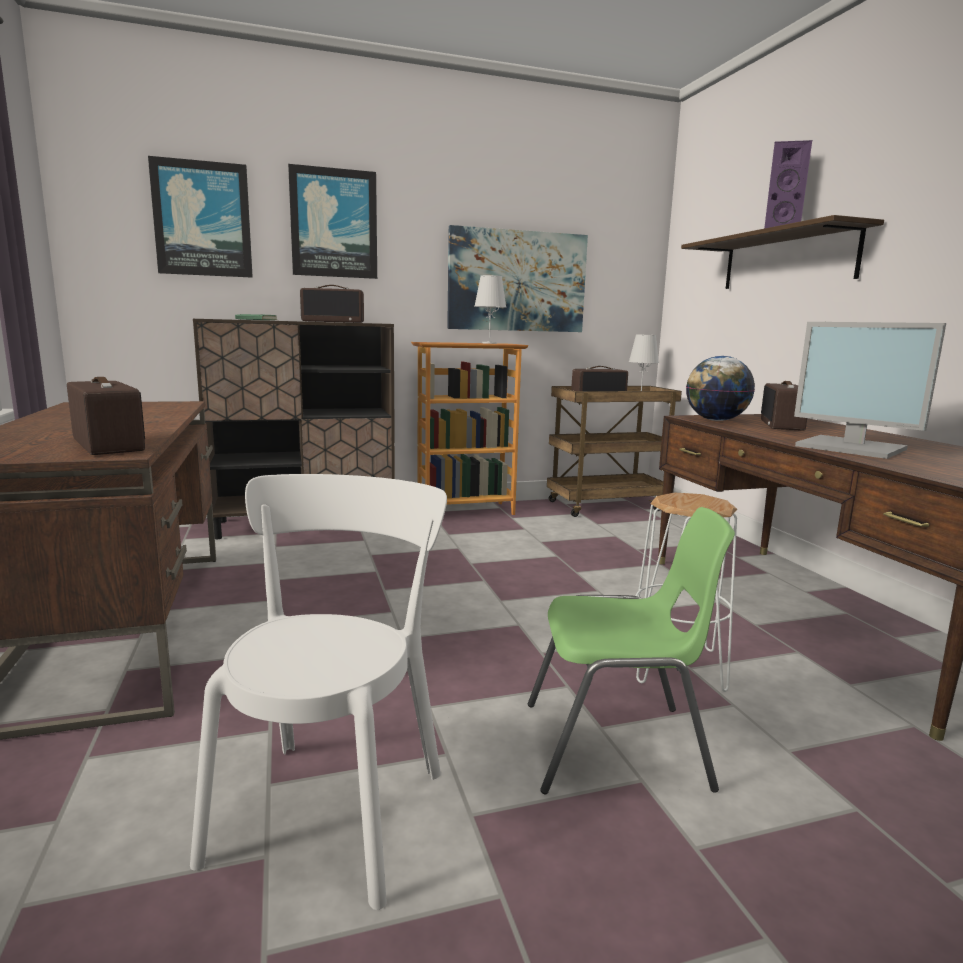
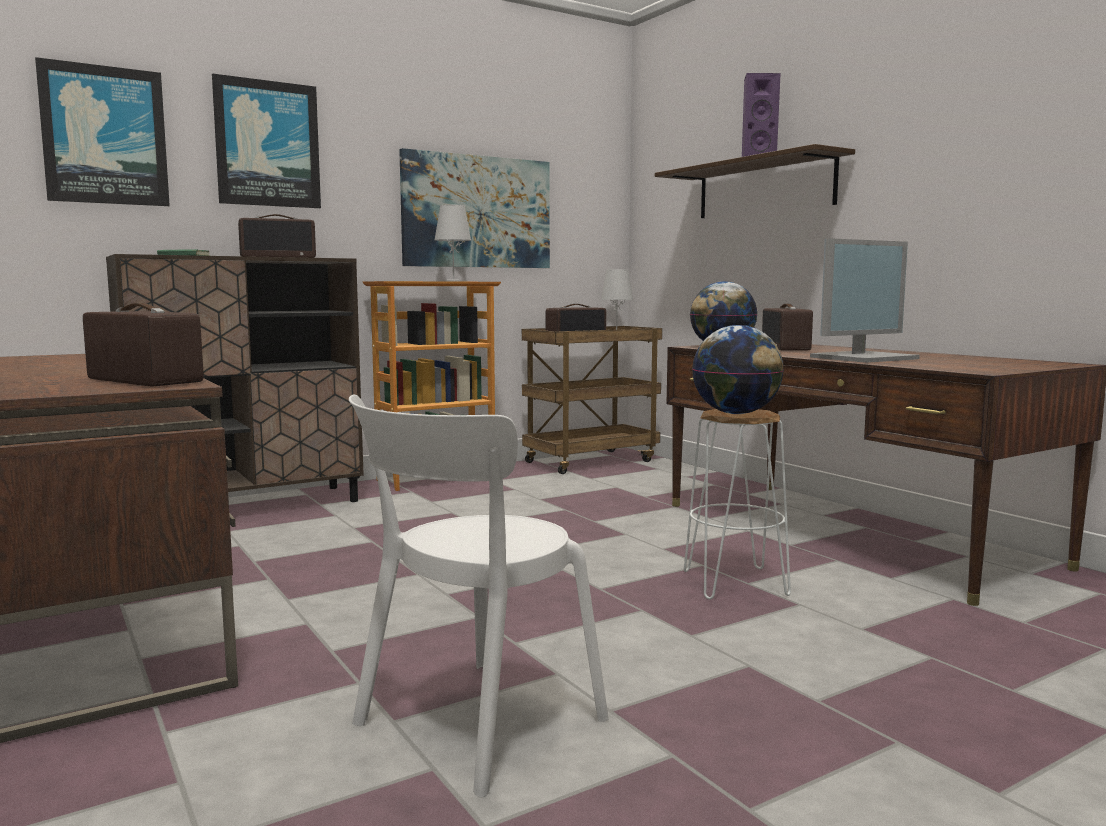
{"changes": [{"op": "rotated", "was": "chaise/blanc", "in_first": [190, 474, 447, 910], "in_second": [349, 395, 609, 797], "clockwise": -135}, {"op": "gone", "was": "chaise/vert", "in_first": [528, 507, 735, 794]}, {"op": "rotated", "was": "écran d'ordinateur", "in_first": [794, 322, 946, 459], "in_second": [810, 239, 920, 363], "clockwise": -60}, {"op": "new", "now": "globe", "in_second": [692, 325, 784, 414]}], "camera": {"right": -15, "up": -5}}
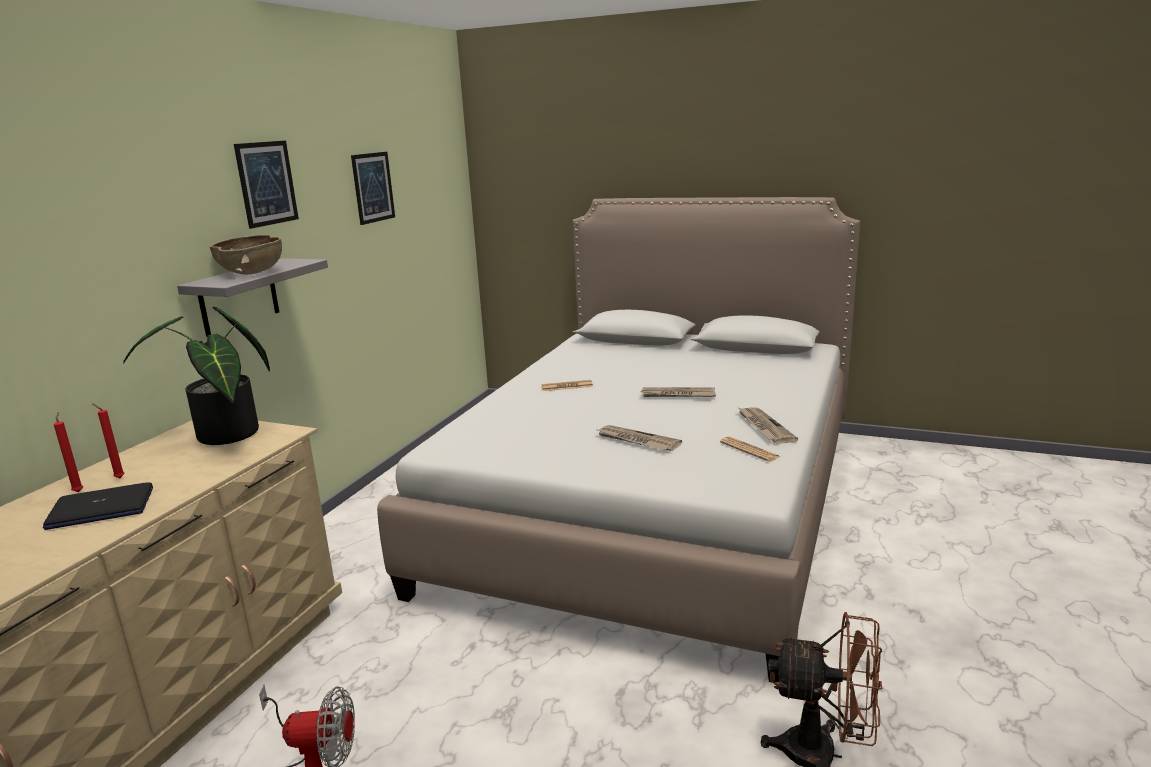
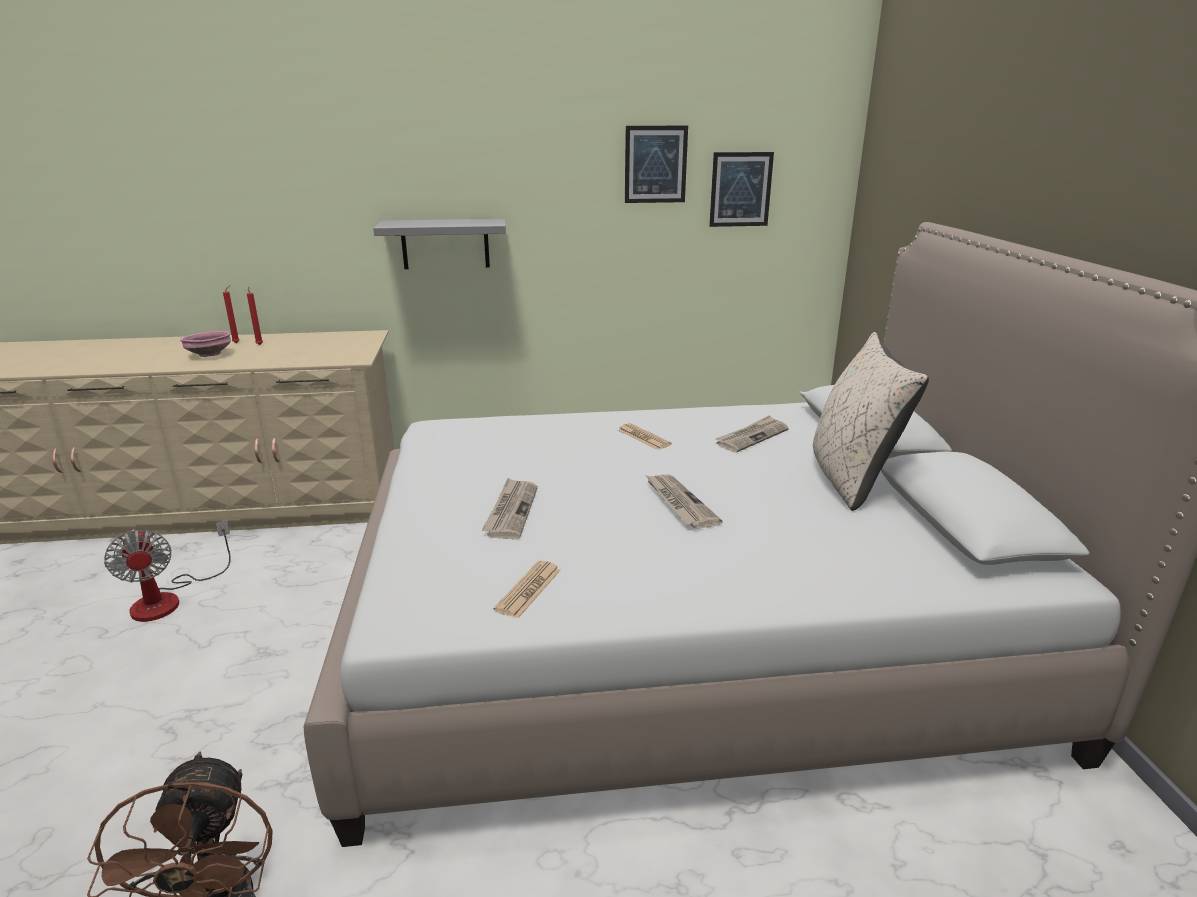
{"changes": [{"op": "swapped", "was": "ordinateur portable", "now": "bol/rose", "in_first": [43, 482, 153, 530], "in_second": [180, 331, 231, 357]}, {"op": "gone", "was": "plante en pot", "in_first": [123, 307, 270, 445]}, {"op": "gone", "was": "bol/marron", "in_first": [210, 235, 282, 275]}, {"op": "shifted", "was": "tableau", "in_first": [234, 140, 299, 229], "in_second": [709, 152, 774, 227]}, {"op": "shifted", "was": "journal", "in_first": [739, 408, 798, 444], "in_second": [715, 415, 789, 452]}, {"op": "new", "now": "coussin/beige", "in_second": [813, 332, 929, 511]}], "camera": {"right": 60, "up": 5}}
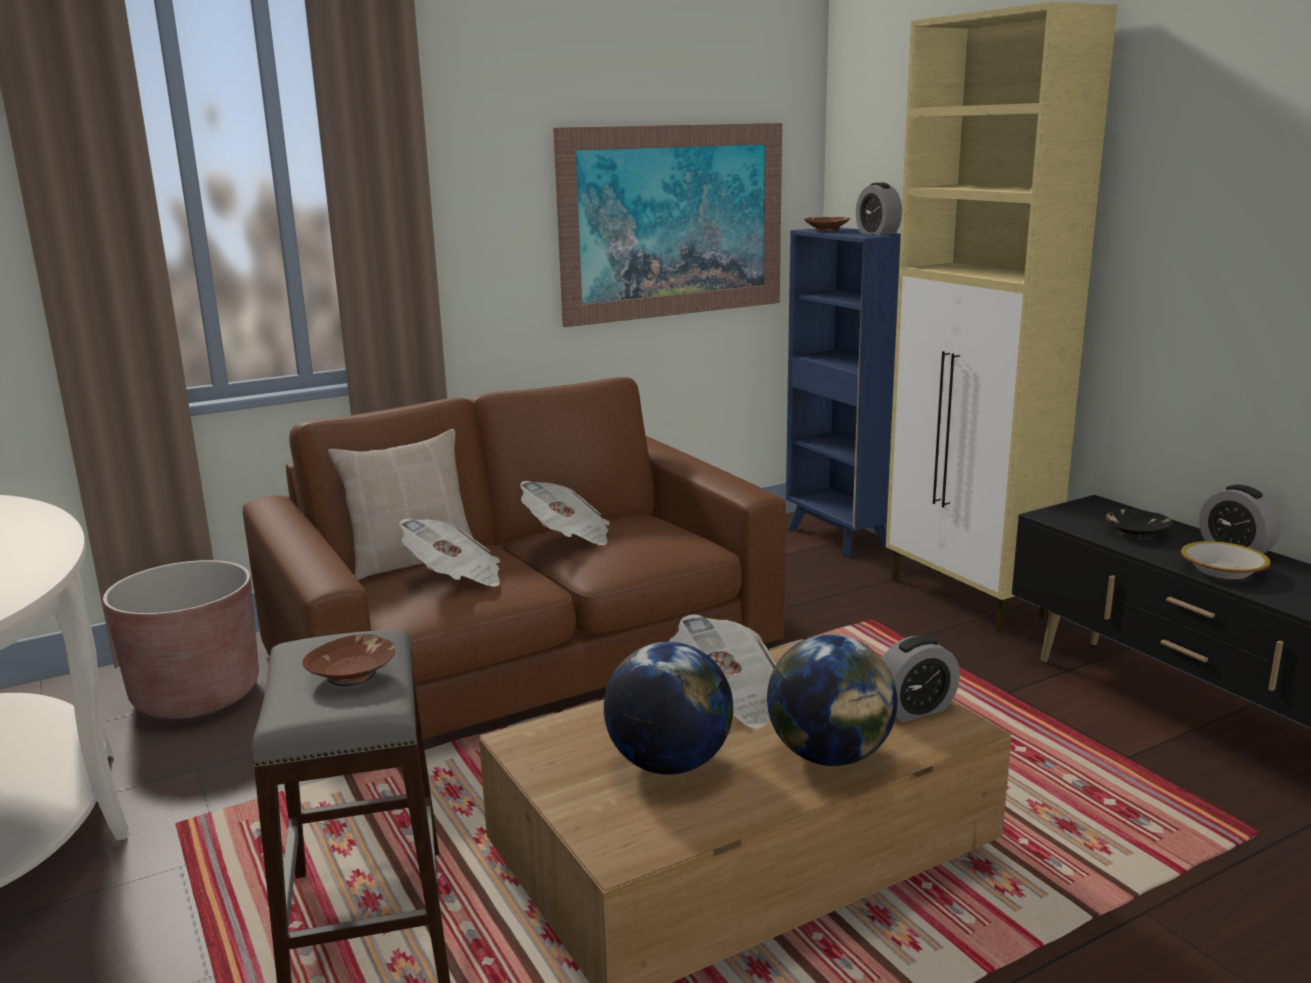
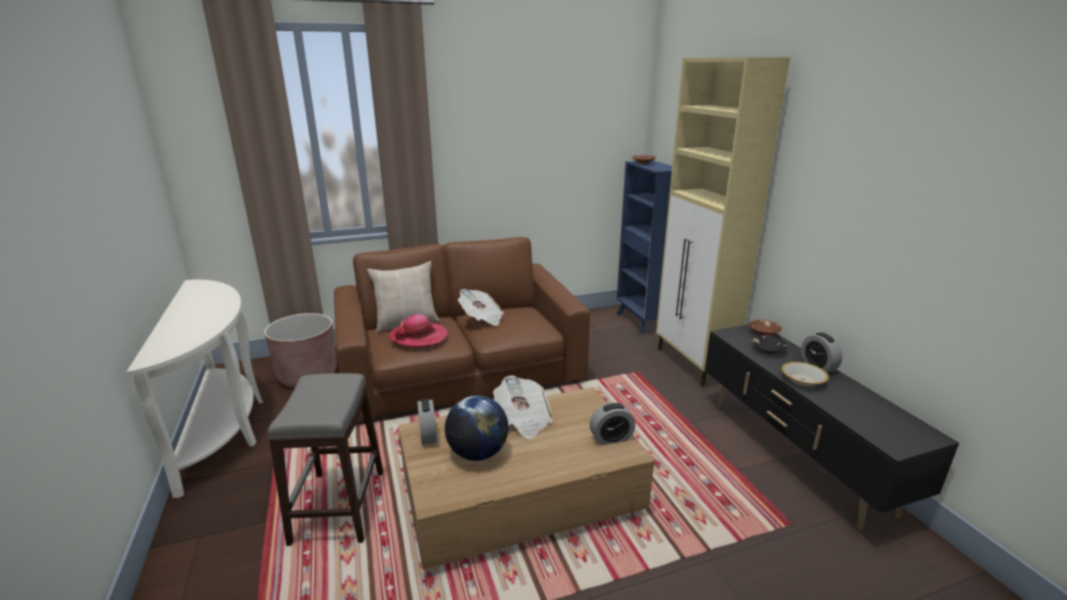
{"changes": [{"op": "shifted", "was": "bol/marron", "in_first": [303, 634, 395, 686], "in_second": [748, 320, 782, 336]}, {"op": "swapped", "was": "journal", "now": "chapeau", "in_first": [400, 519, 500, 587], "in_second": [389, 314, 448, 348]}, {"op": "gone", "was": "tableau", "in_first": [553, 123, 782, 327]}, {"op": "gone", "was": "globe", "in_first": [767, 634, 897, 766]}, {"op": "shifted", "was": "réveil", "in_first": [856, 182, 902, 235], "in_second": [417, 399, 437, 445]}], "camera": {"right": 10, "up": 5}}
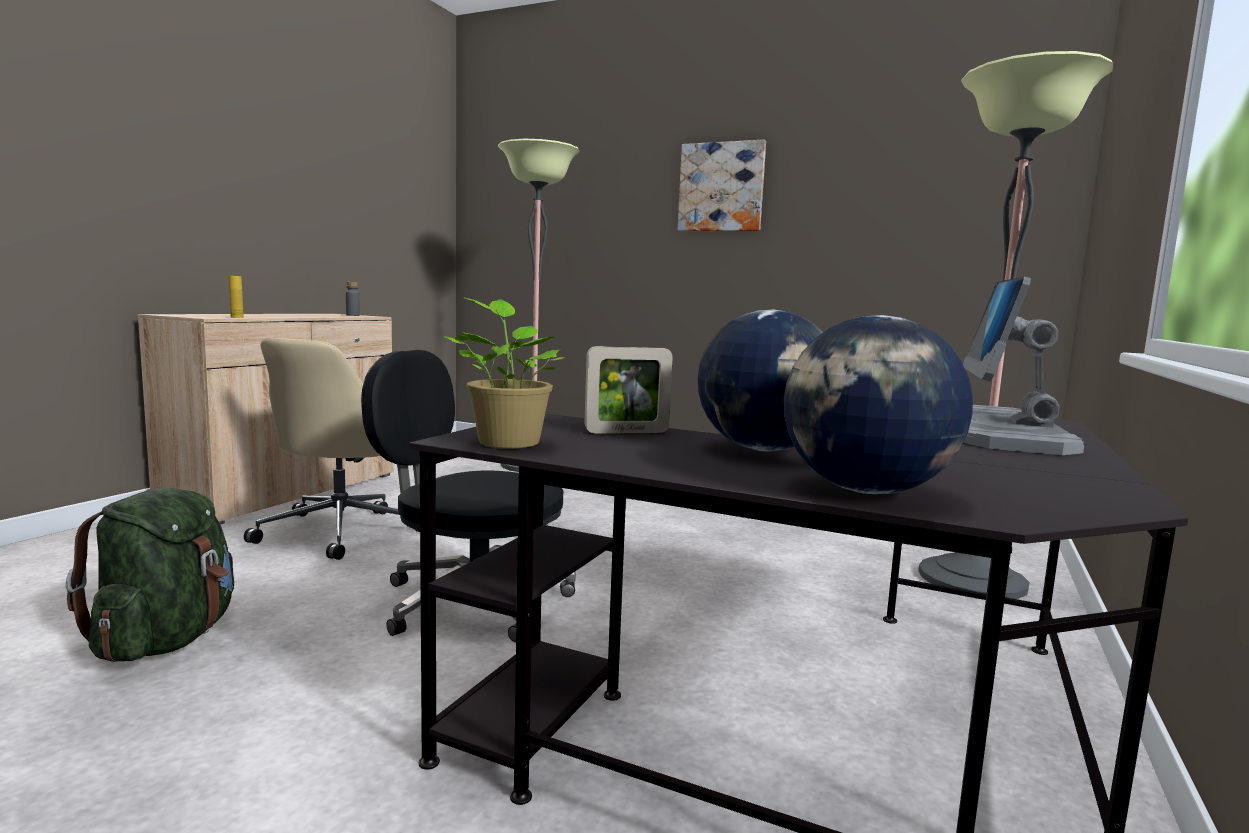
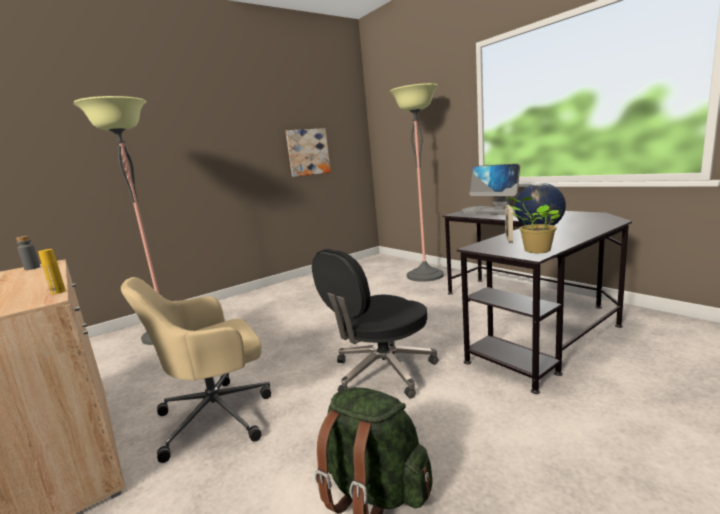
{"changes": [{"op": "rotated", "was": "chaise de bureau/beige", "in_first": [244, 338, 420, 560], "in_second": [121, 277, 271, 463], "clockwise": 105}, {"op": "shifted", "was": "tableau", "in_first": [678, 140, 766, 231], "in_second": [286, 128, 331, 177]}, {"op": "gone", "was": "globe", "in_first": [784, 315, 973, 494]}], "camera": {"right": -60, "up": 5}}
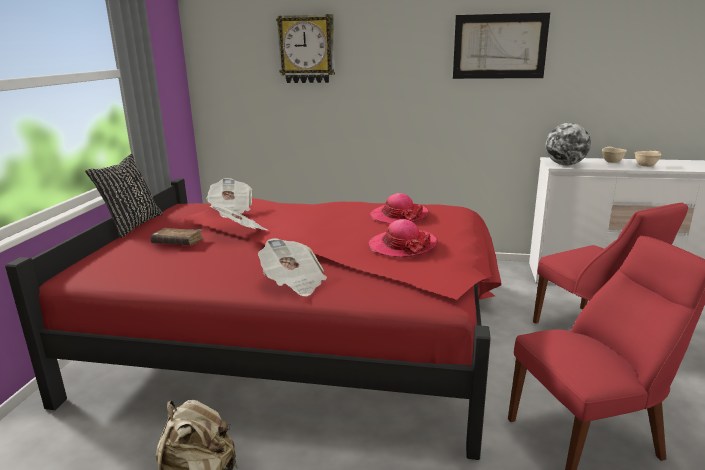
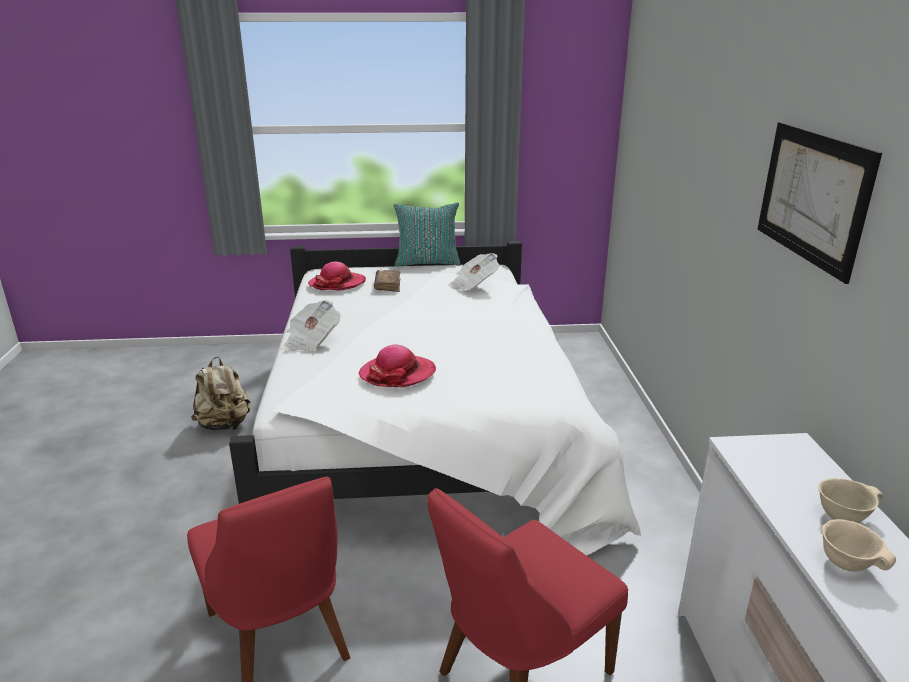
{"changes": [{"op": "repainted", "was": "lit/rouge", "now": "lit/blanc", "in_first": [5, 178, 502, 460], "in_second": [229, 241, 641, 556]}, {"op": "repainted", "was": "coussin/noir", "now": "coussin/turquoise", "in_first": [85, 154, 163, 238], "in_second": [394, 203, 461, 267]}, {"op": "gone", "was": "journal", "in_first": [210, 206, 268, 230]}, {"op": "gone", "was": "horloge murale", "in_first": [276, 14, 335, 83]}, {"op": "shifted", "was": "chapeau", "in_first": [370, 193, 429, 224], "in_second": [308, 262, 366, 291]}, {"op": "gone", "was": "globe", "in_first": [546, 123, 591, 165]}], "camera": {"right": 75, "up": 5}}
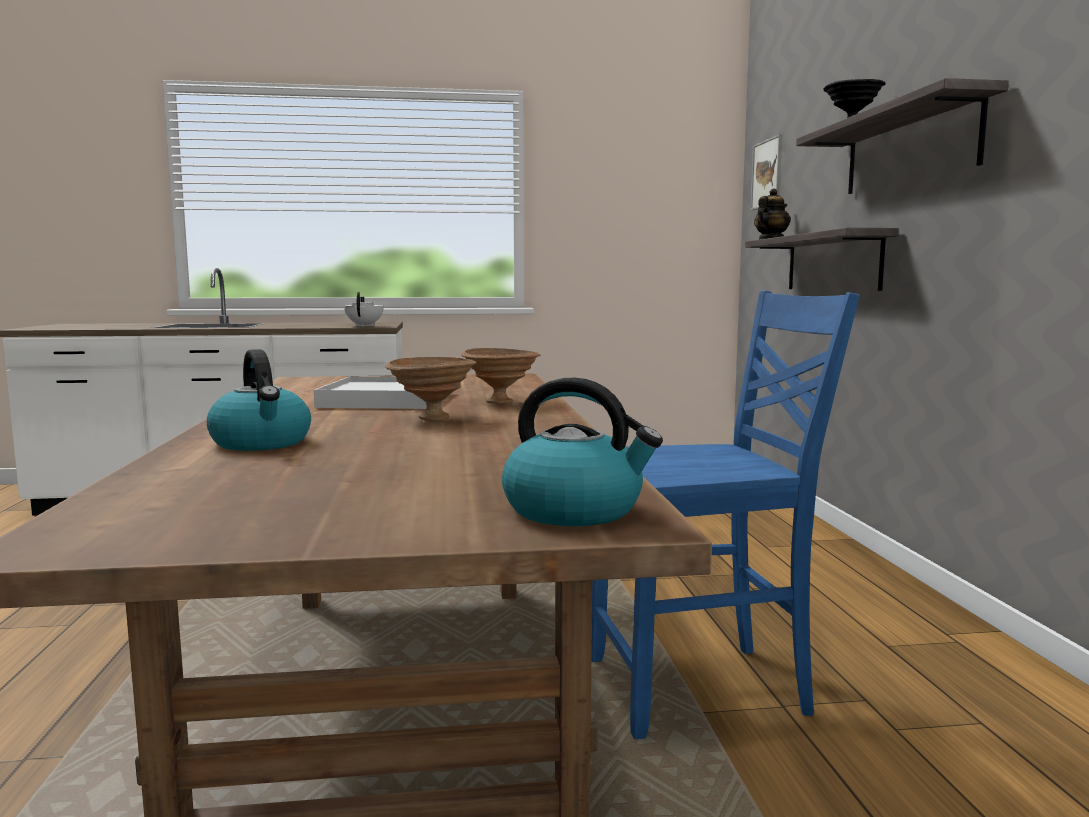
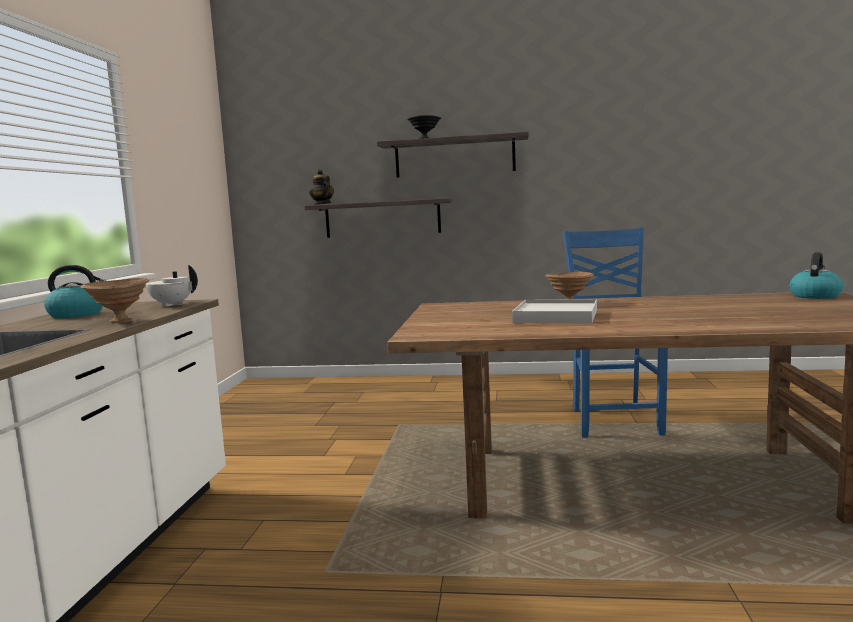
{"changes": [{"op": "shifted", "was": "bouilloire", "in_first": [207, 349, 311, 451], "in_second": [44, 265, 106, 318]}, {"op": "shifted", "was": "bol/marron", "in_first": [385, 357, 477, 420], "in_second": [81, 278, 149, 323]}, {"op": "gone", "was": "tableau", "in_first": [751, 134, 782, 210]}], "camera": {"right": -75, "up": 0}}
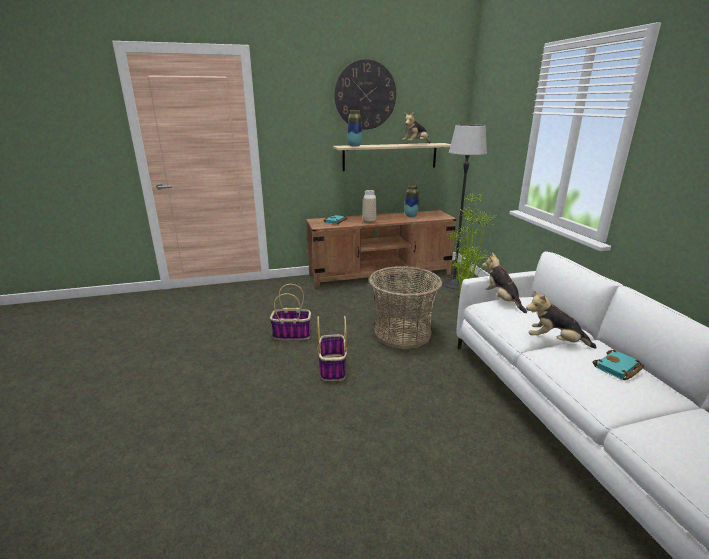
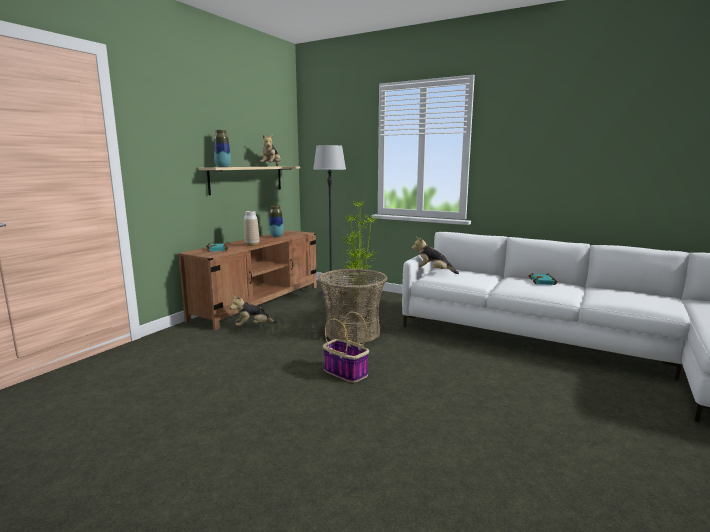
{"changes": [{"op": "gone", "was": "panier", "in_first": [270, 284, 311, 340]}, {"op": "gone", "was": "horloge murale", "in_first": [334, 59, 396, 130]}, {"op": "shifted", "was": "peluche", "in_first": [526, 290, 597, 349], "in_second": [230, 295, 277, 326]}], "camera": {"right": -45, "up": -10}}
